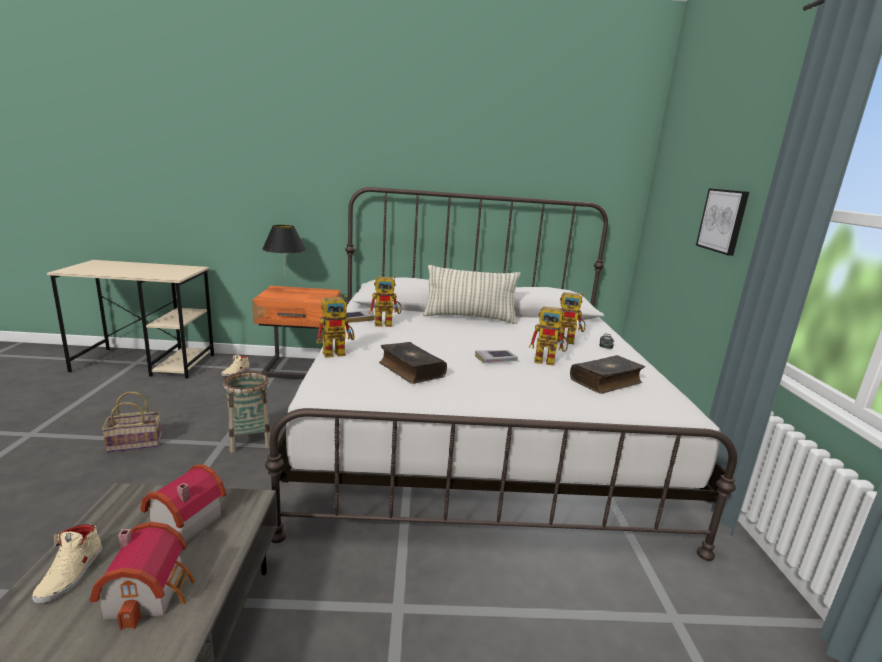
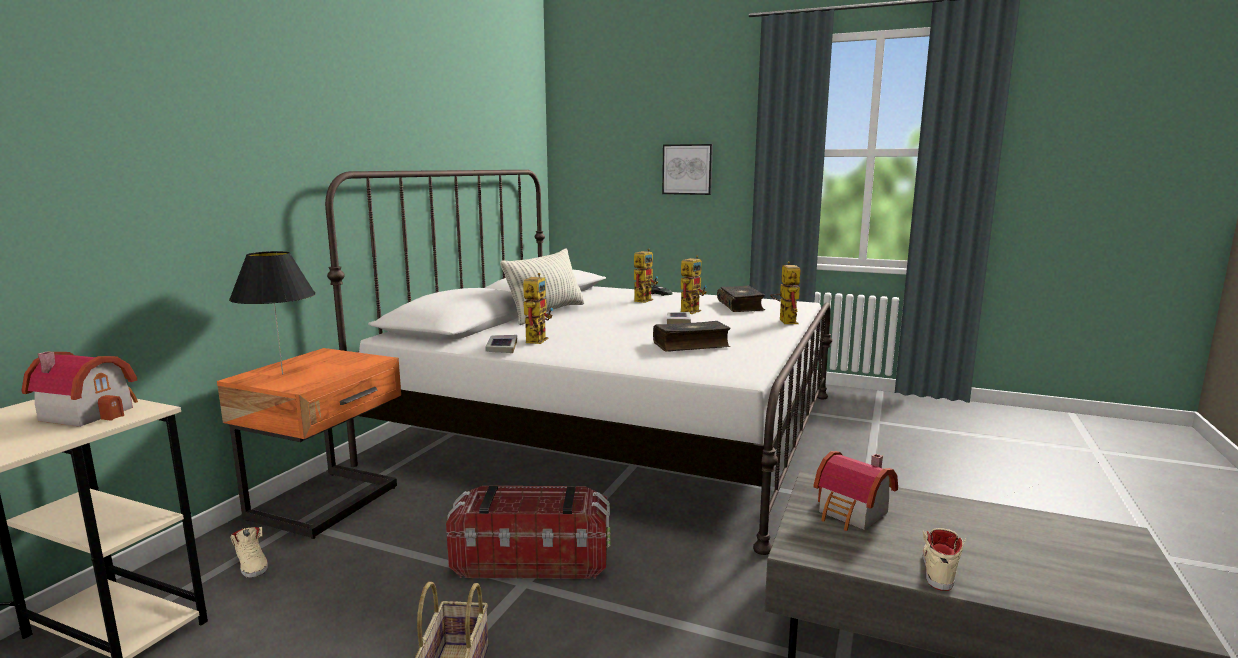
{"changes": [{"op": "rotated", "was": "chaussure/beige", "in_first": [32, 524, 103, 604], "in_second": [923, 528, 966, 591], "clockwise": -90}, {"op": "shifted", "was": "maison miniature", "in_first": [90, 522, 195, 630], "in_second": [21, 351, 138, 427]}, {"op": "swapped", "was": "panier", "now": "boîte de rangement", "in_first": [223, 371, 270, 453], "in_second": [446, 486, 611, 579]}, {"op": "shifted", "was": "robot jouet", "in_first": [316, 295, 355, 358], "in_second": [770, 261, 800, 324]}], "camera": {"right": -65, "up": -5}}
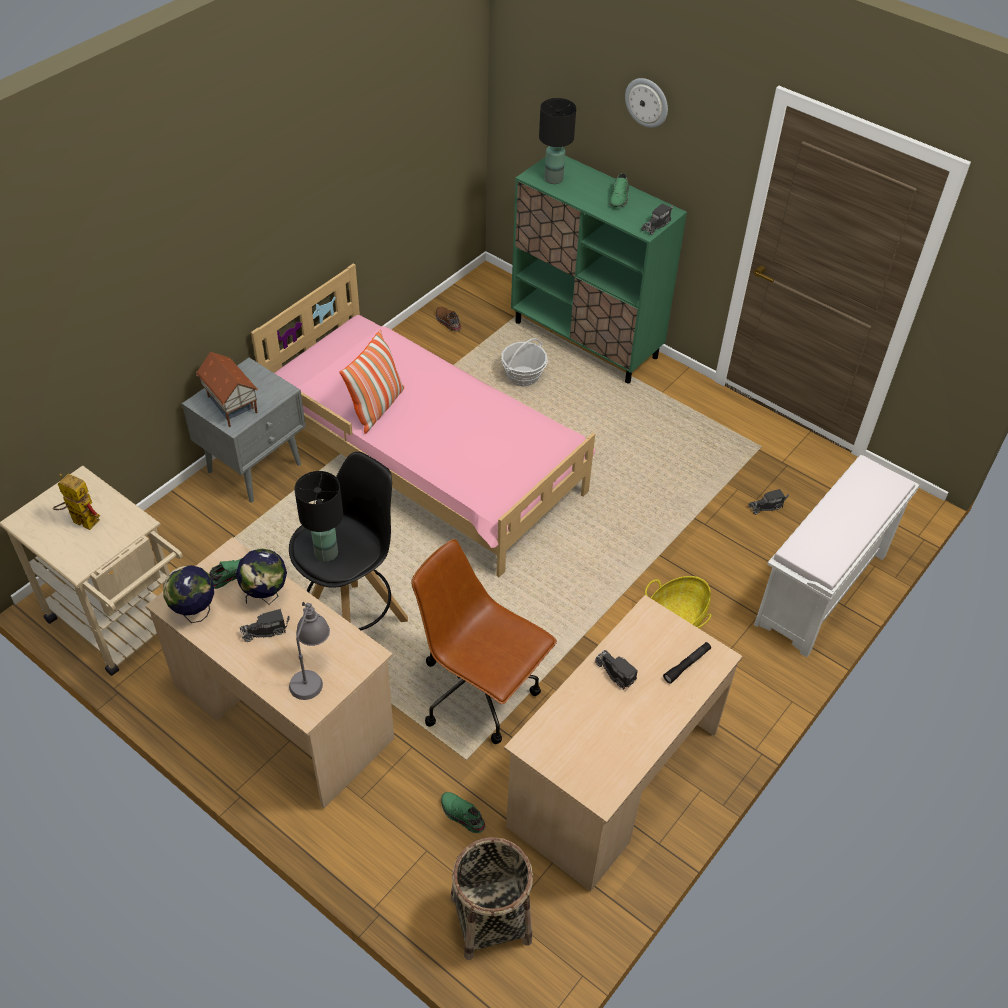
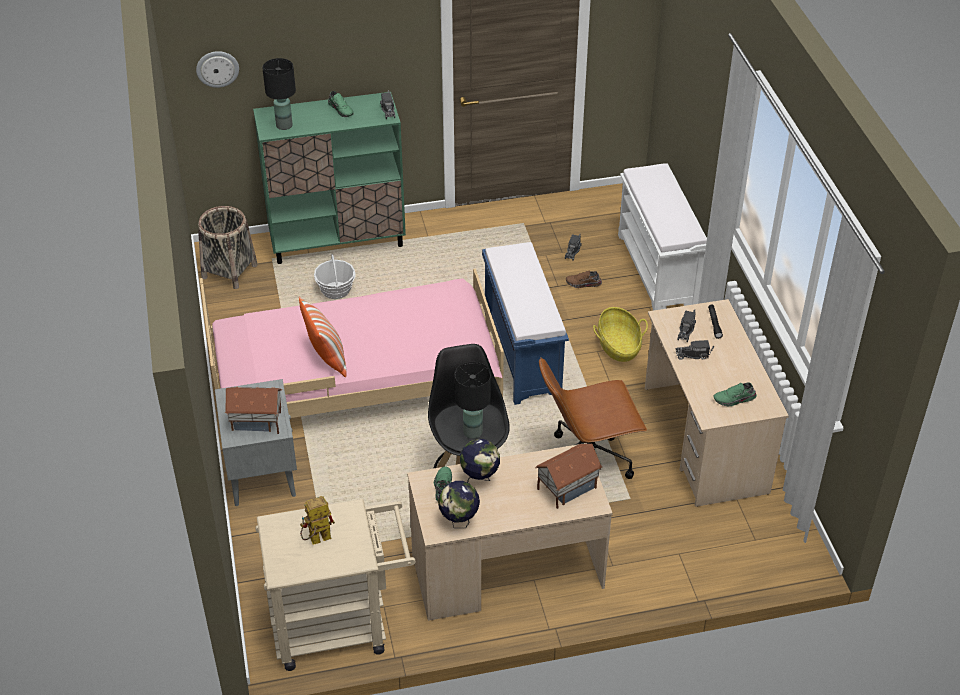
{"changes": [{"op": "shifted", "was": "camion jouet", "in_first": [240, 609, 290, 642], "in_second": [677, 309, 696, 342]}, {"op": "swapped", "was": "lampe de table/gris", "now": "maison miniature", "in_first": [289, 602, 330, 700], "in_second": [535, 444, 602, 509]}, {"op": "shifted", "was": "chaussure/marron", "in_first": [436, 307, 461, 332], "in_second": [566, 270, 602, 288]}, {"op": "shifted", "was": "chaussure/vert", "in_first": [441, 792, 486, 833], "in_second": [713, 383, 757, 406]}, {"op": "shifted", "was": "panier", "in_first": [451, 837, 533, 960], "in_second": [198, 206, 258, 289]}, {"op": "shifted", "was": "horloge murale", "in_first": [625, 78, 668, 128], "in_second": [196, 51, 239, 88]}, {"op": "new", "now": "banc/bleu", "in_second": [482, 242, 569, 405]}], "camera": {"right": -50, "up": -5}}
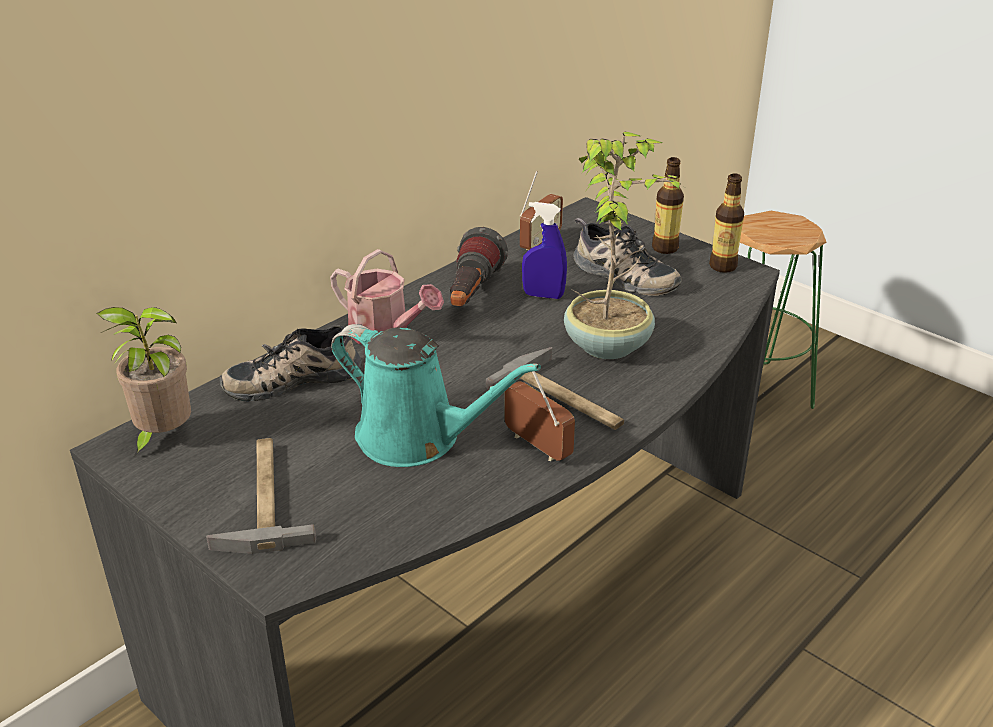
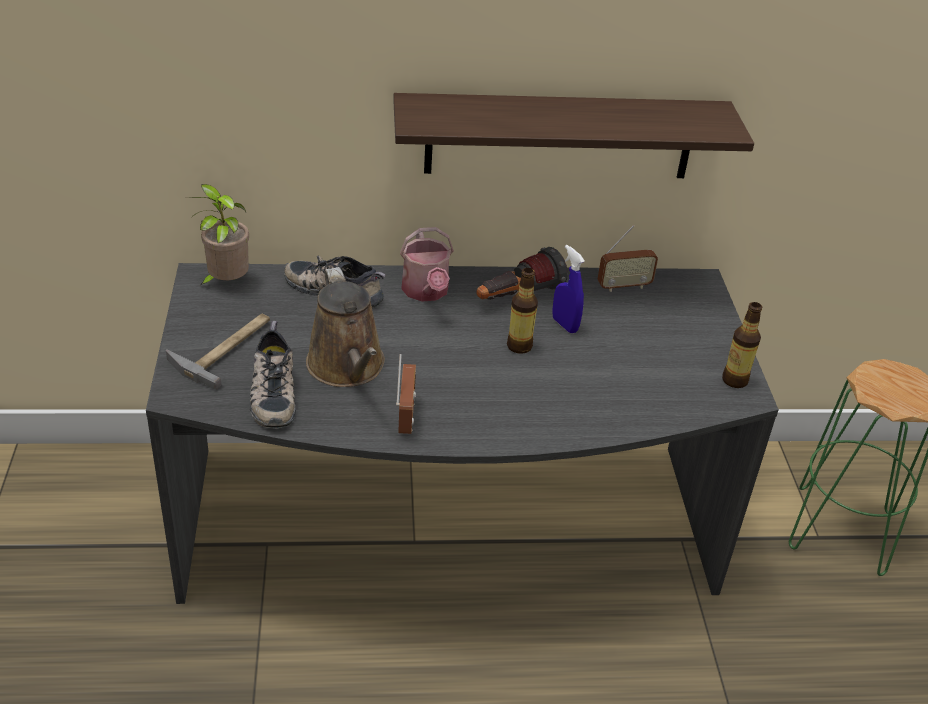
{"changes": [{"op": "repainted", "was": "arrosoir/turquoise", "now": "arrosoir/marron", "in_first": [331, 324, 541, 467], "in_second": [306, 267, 385, 387]}, {"op": "gone", "was": "marteau", "in_first": [486, 347, 624, 430]}, {"op": "gone", "was": "plante en pot", "in_first": [564, 131, 682, 359]}, {"op": "shifted", "was": "chaussure", "in_first": [573, 218, 682, 296], "in_second": [249, 321, 296, 429]}, {"op": "shifted", "was": "bouteille", "in_first": [652, 157, 684, 254], "in_second": [507, 268, 538, 354]}, {"op": "new", "now": "étagère", "in_second": [393, 93, 754, 178]}], "camera": {"right": 40, "up": 5}}
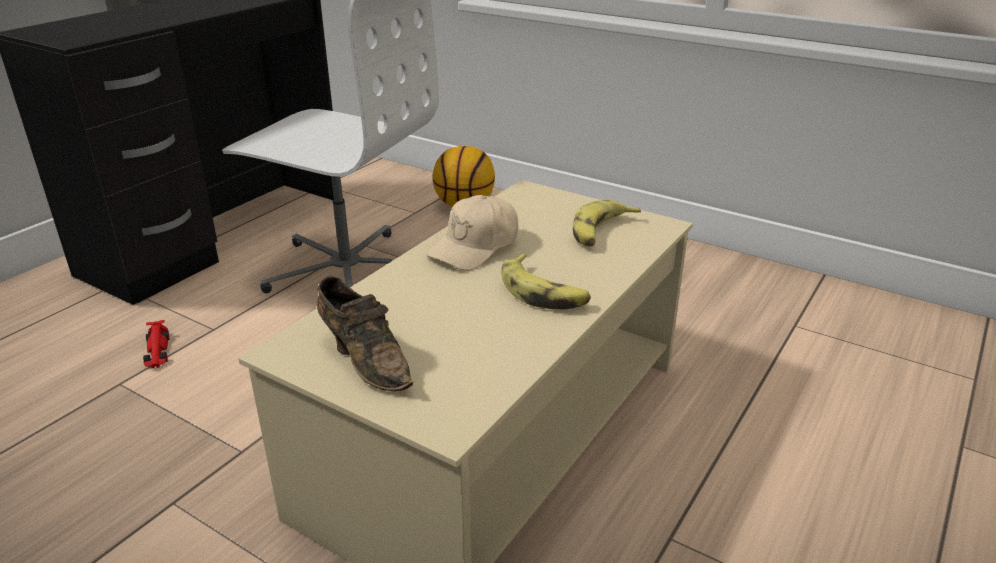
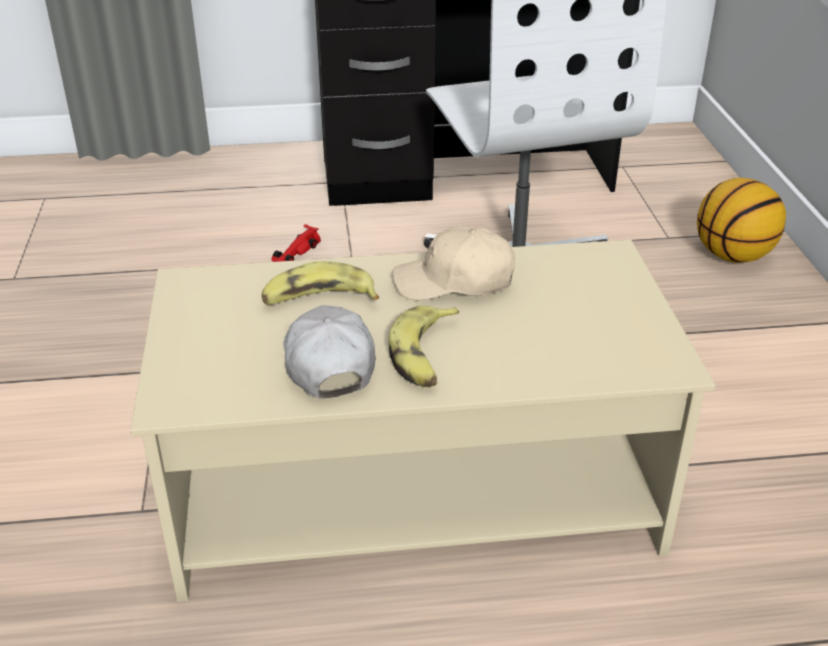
{"changes": [{"op": "gone", "was": "chaussure/marron", "in_first": [317, 276, 413, 391]}, {"op": "shifted", "was": "banane", "in_first": [573, 200, 641, 247], "in_second": [261, 261, 379, 305]}, {"op": "new", "now": "casquette/blanc", "in_second": [284, 305, 376, 398]}], "camera": {"right": 50, "up": 5}}
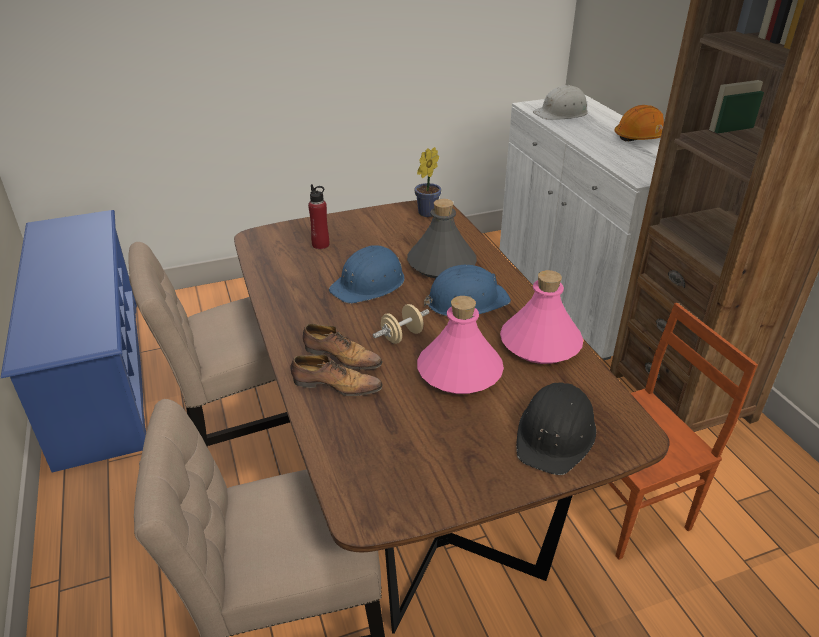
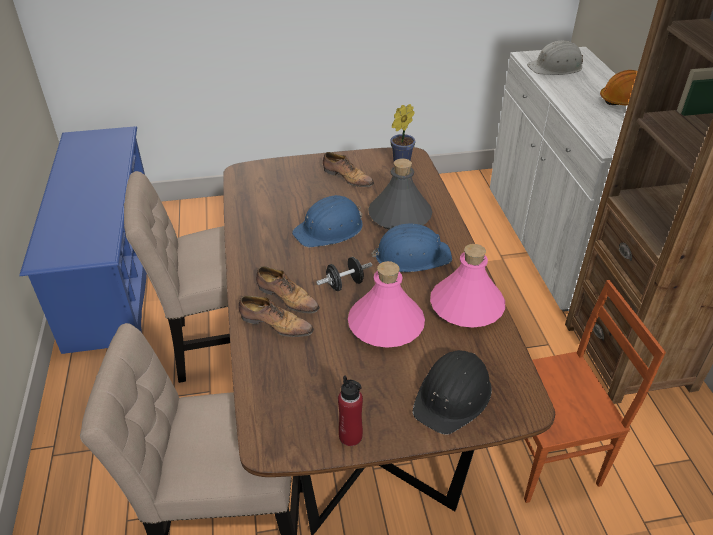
{"changes": [{"op": "shifted", "was": "bouteille/rouge", "in_first": [308, 184, 329, 249], "in_second": [338, 376, 363, 446]}, {"op": "repainted", "was": "haltère/beige", "now": "haltère/noir", "in_first": [373, 304, 430, 344], "in_second": [316, 257, 372, 291]}, {"op": "new", "now": "chaussure", "in_second": [323, 152, 374, 187]}], "camera": {"right": 10, "up": 5}}
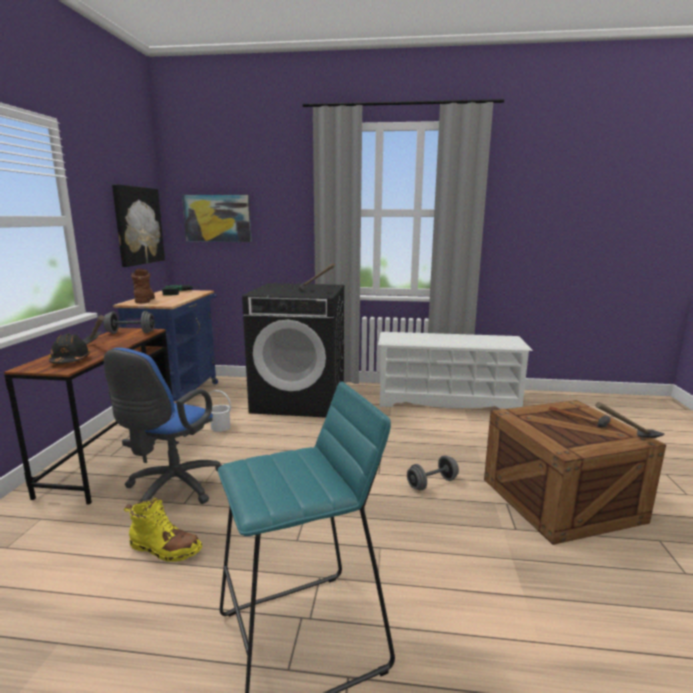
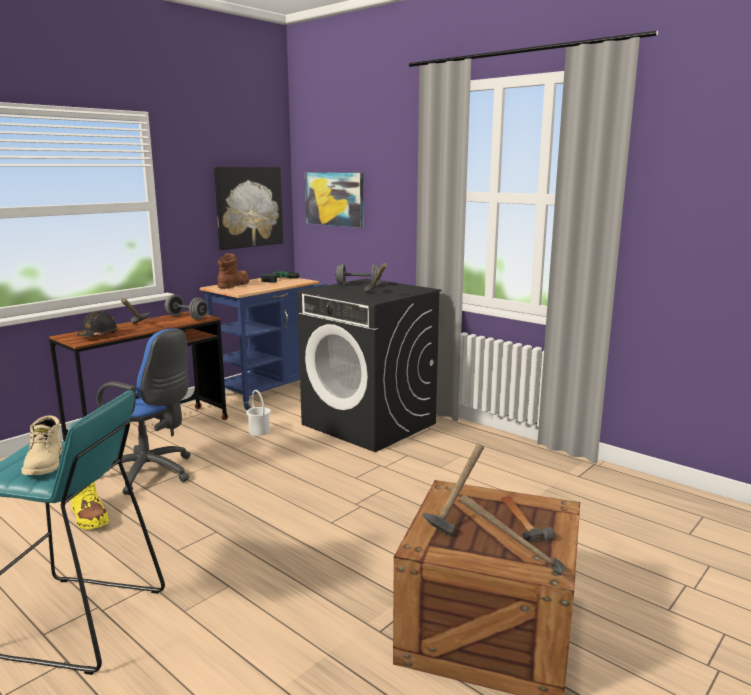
{"changes": [{"op": "rotated", "was": "chaise de bureau/bleu", "in_first": [104, 348, 222, 504], "in_second": [96, 329, 191, 495], "clockwise": -120}, {"op": "gone", "was": "étagère à chaussures/blanc", "in_first": [378, 332, 533, 409]}, {"op": "shifted", "was": "haltère/gris", "in_first": [407, 455, 459, 491], "in_second": [335, 263, 382, 285]}, {"op": "new", "now": "botte/beige", "in_second": [22, 416, 63, 475]}, {"op": "new", "now": "marteau", "in_second": [422, 444, 484, 536]}], "camera": {"right": 35, "up": 0}}
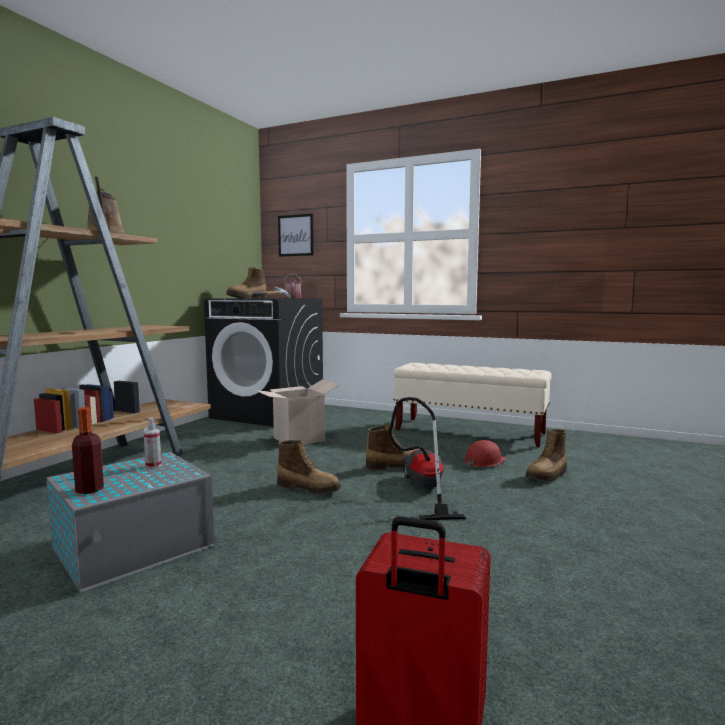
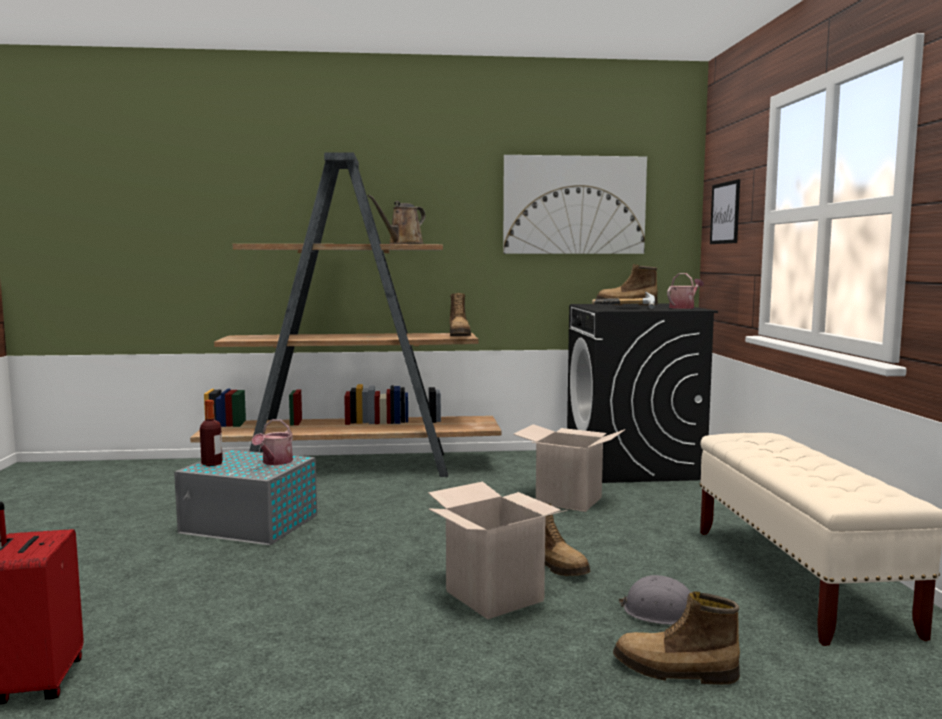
{"changes": [{"op": "swapped", "was": "vaporisateur", "now": "arrosoir", "in_first": [144, 418, 162, 468], "in_second": [252, 419, 293, 465]}, {"op": "shifted", "was": "botte", "in_first": [277, 440, 342, 494], "in_second": [450, 293, 471, 336]}, {"op": "swapped", "was": "aspirateur", "now": "carton", "in_first": [389, 397, 466, 520], "in_second": [428, 482, 568, 619]}, {"op": "repainted", "was": "casque de chantier/rouge", "now": "casque de chantier/gris", "in_first": [464, 440, 507, 467], "in_second": [618, 575, 692, 625]}, {"op": "new", "now": "tableau", "in_second": [503, 155, 647, 254]}], "camera": {"right": 60, "up": 0}}
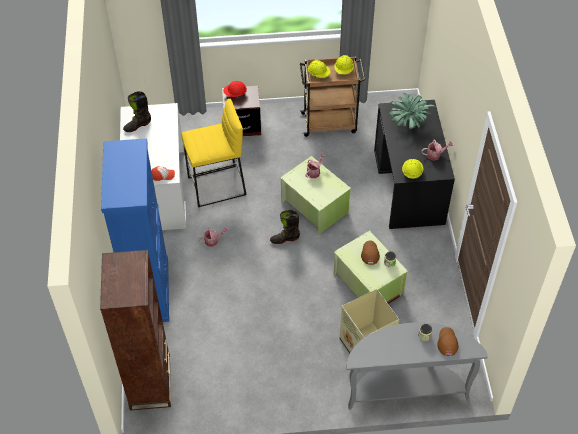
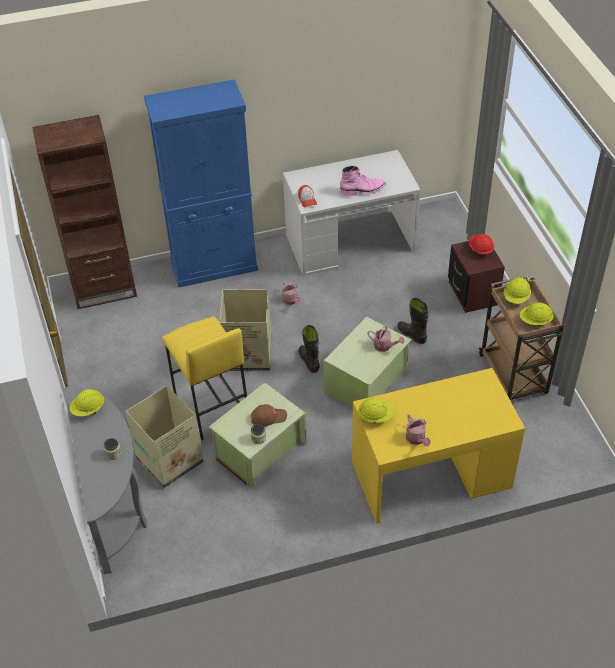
{"changes": [{"op": "shifted", "was": "botte/noir", "in_first": [123, 91, 151, 132], "in_second": [397, 298, 429, 344]}, {"op": "shifted", "was": "tabouret/jaune", "in_first": [181, 99, 247, 207], "in_second": [162, 316, 247, 440]}, {"op": "repainted", "was": "bureau/noir", "now": "bureau/jaune", "in_first": [374, 100, 455, 229], "in_second": [352, 368, 525, 524]}, {"op": "gone", "was": "plante en pot", "in_first": [390, 93, 435, 129]}, {"op": "gone", "was": "casquette/marron", "in_first": [437, 327, 458, 356]}, {"op": "new", "now": "casque de chantier/jaune", "in_second": [69, 389, 104, 416]}, {"op": "new", "now": "carton", "in_second": [219, 289, 272, 371]}, {"op": "new", "now": "botte/rose", "in_second": [340, 166, 386, 196]}], "camera": {"right": 80, "up": -5}}
